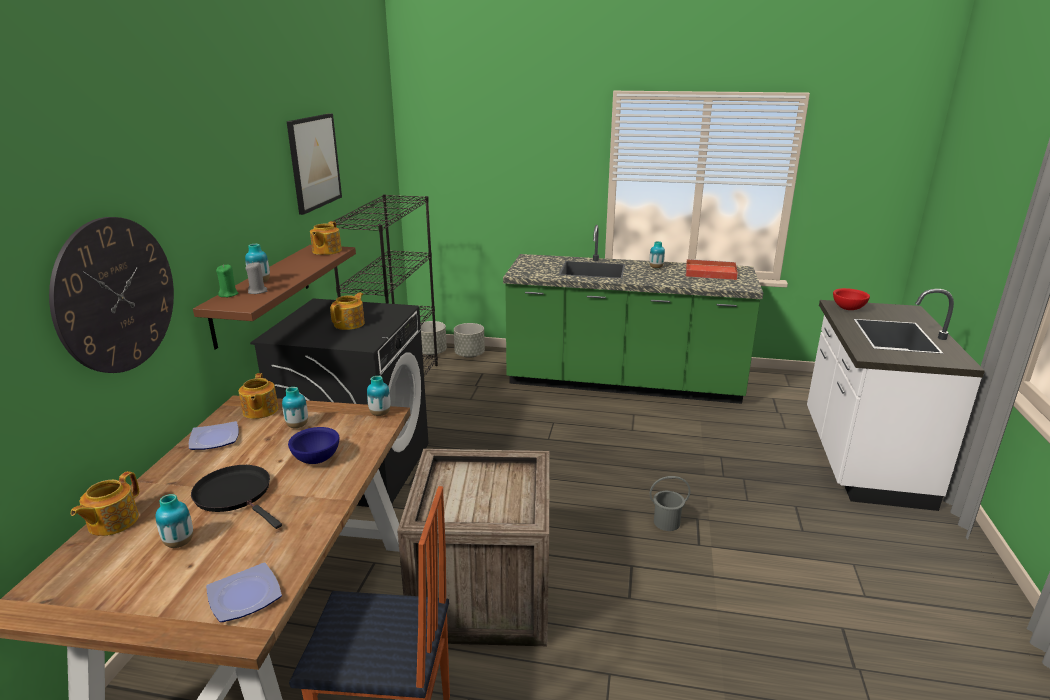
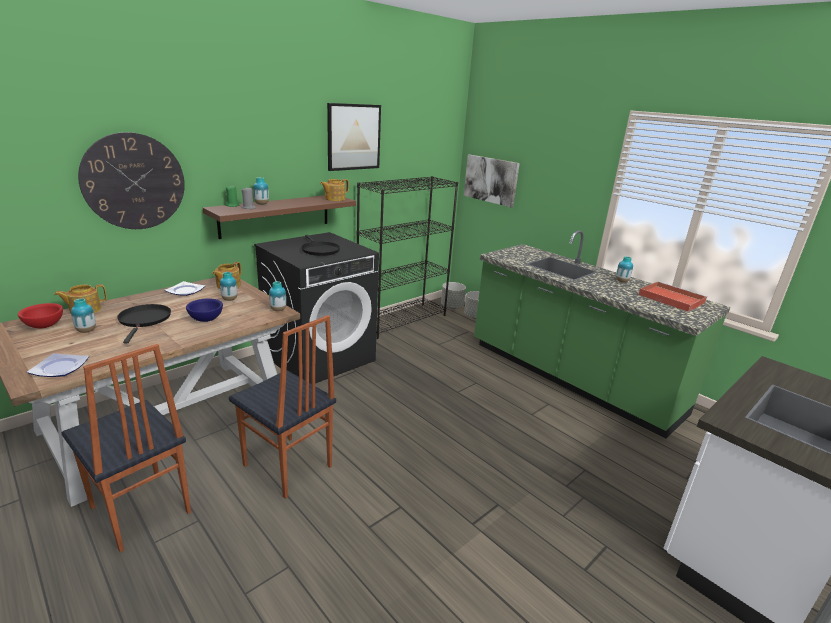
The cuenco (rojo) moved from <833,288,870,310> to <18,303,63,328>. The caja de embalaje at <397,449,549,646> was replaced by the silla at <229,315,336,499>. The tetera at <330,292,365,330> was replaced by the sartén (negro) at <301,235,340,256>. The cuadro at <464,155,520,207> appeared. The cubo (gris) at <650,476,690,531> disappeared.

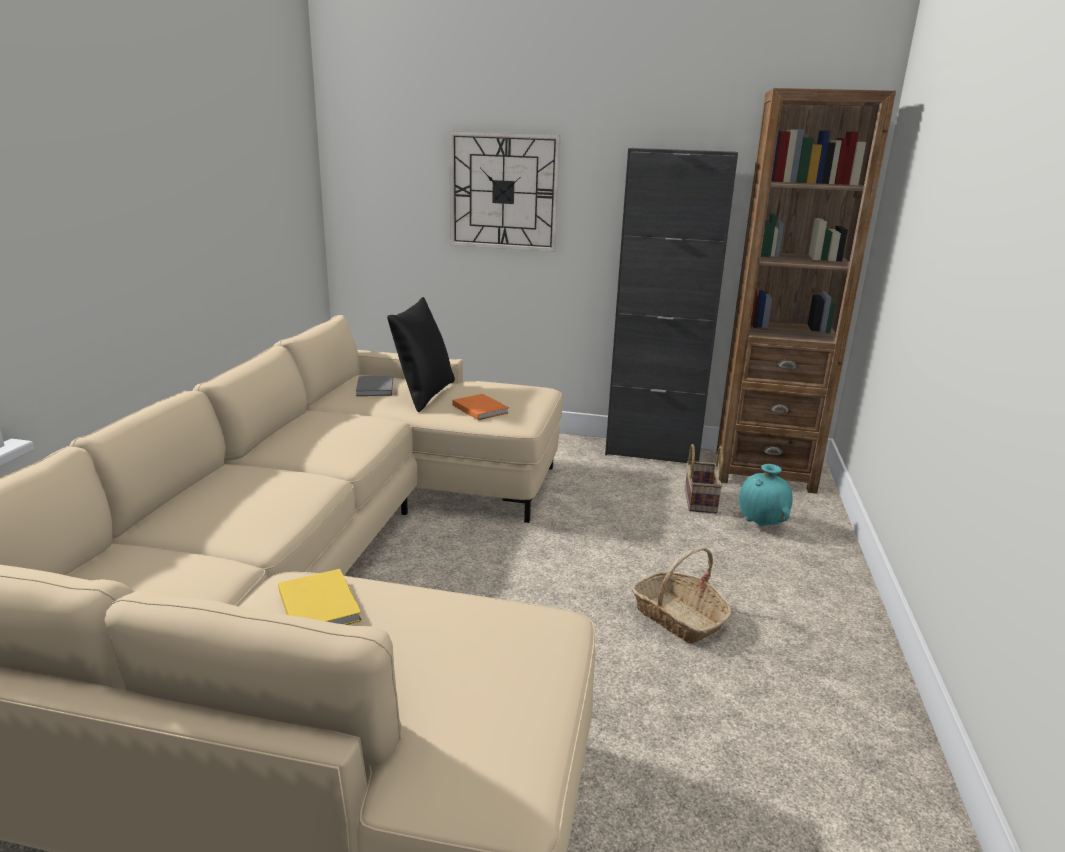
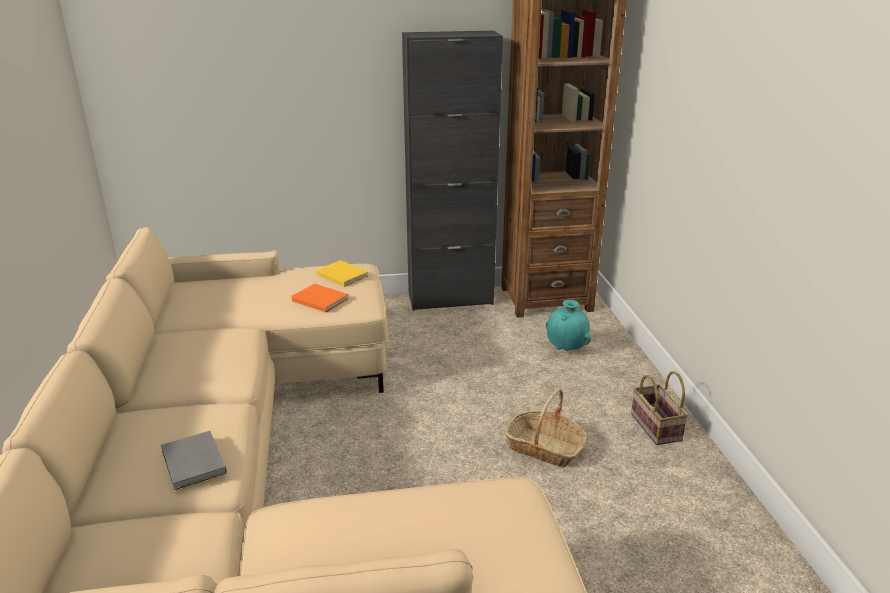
The libro (gris) moved from <356,376,393,396> to <161,431,227,490>. The libro (amarillo) moved from <278,569,362,625> to <317,260,369,287>. The cesta moved from <685,444,723,514> to <631,371,688,445>. The cojín (negro) at <387,297,455,412> disappeared. The reloj de pared at <449,131,561,252> disappeared.

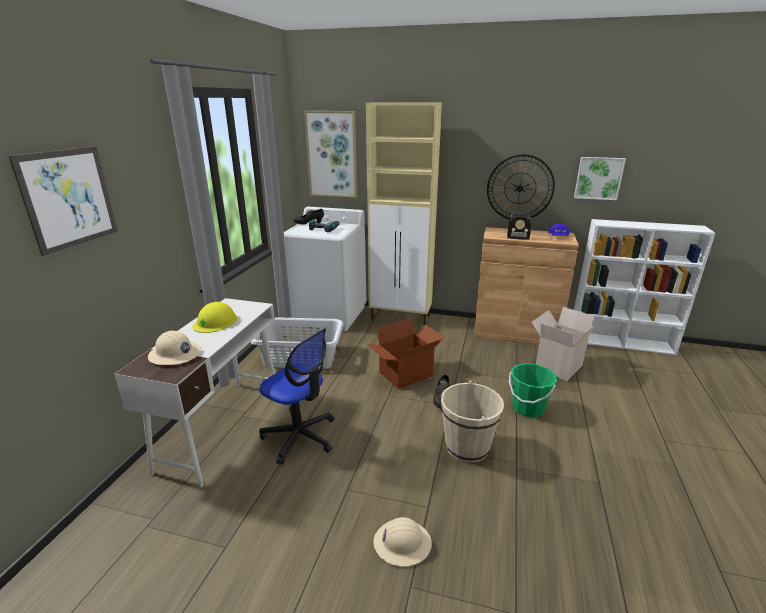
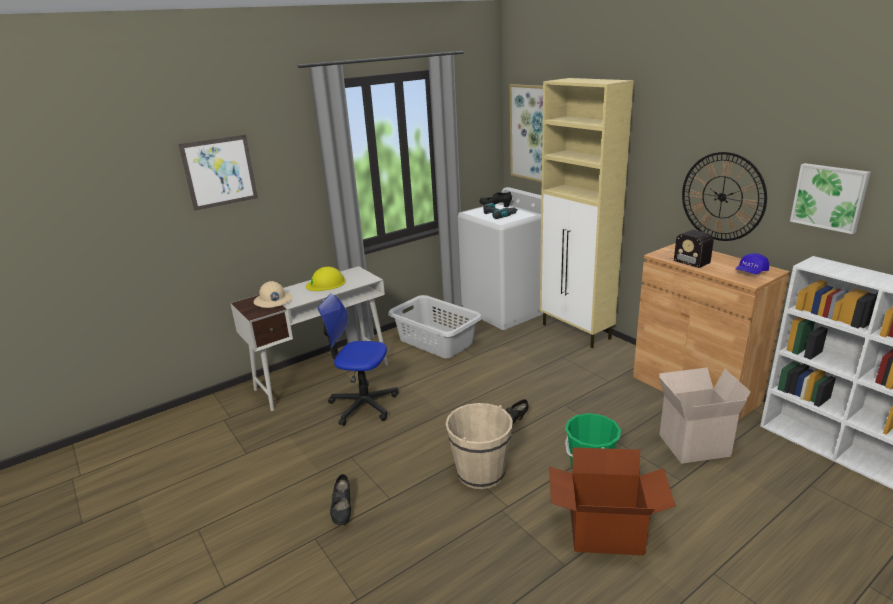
The silla de oficina at <259,328,335,465> turned 120 degrees clockwise. The casco (beis) at <373,517,432,566> was replaced by the zapato (negro) at <330,474,351,525>. The caja de cartón moved from <367,318,446,389> to <549,447,676,555>.

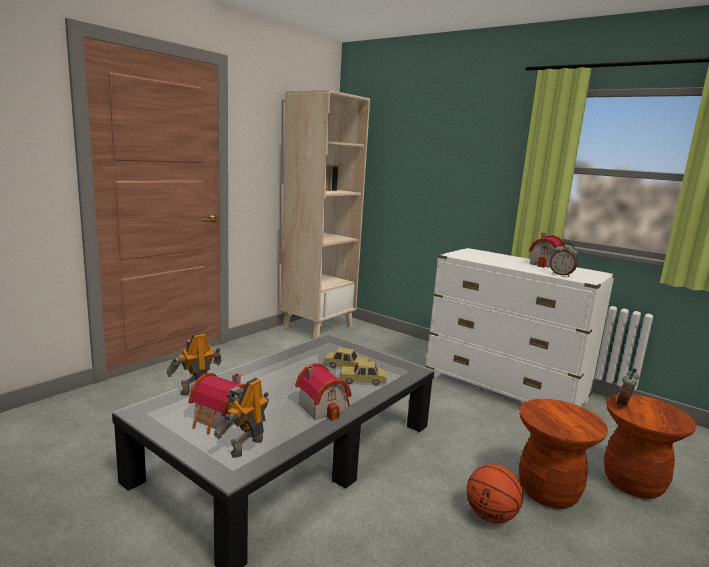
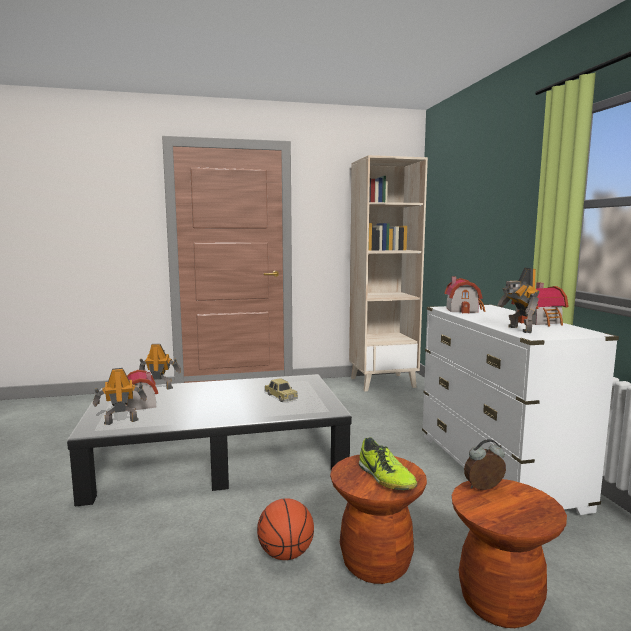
The zapato at <359,437,417,490> appeared. The casita moved from <295,363,352,421> to <444,276,486,313>. The despertador at <550,242,578,277> was replaced by the robot de juguete at <497,267,540,333>. The coche de juguete at <339,361,388,386> disappeared.

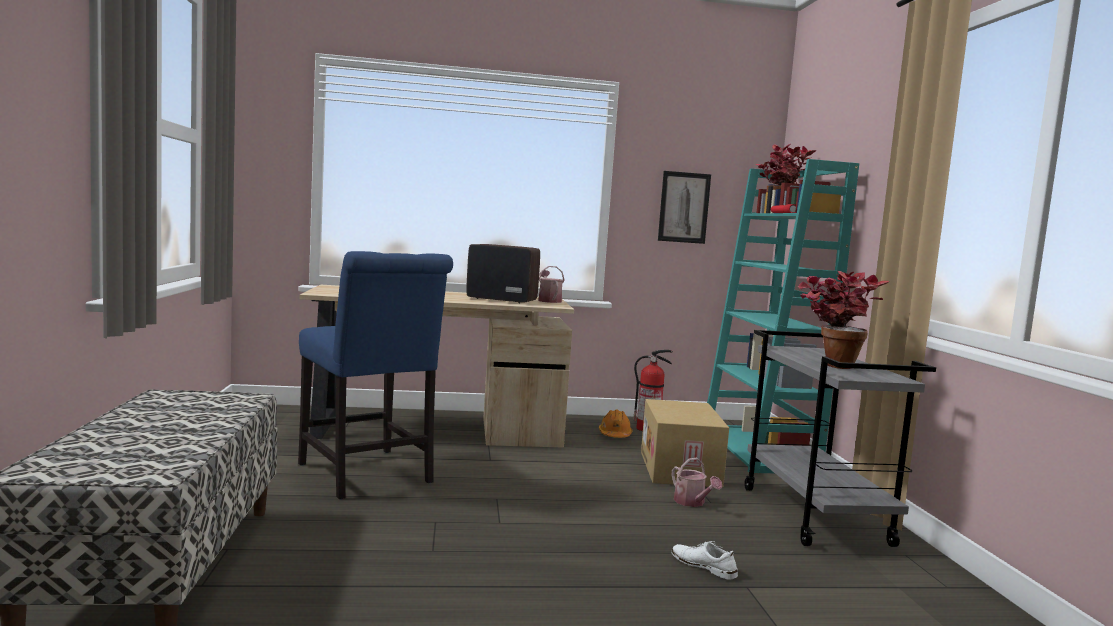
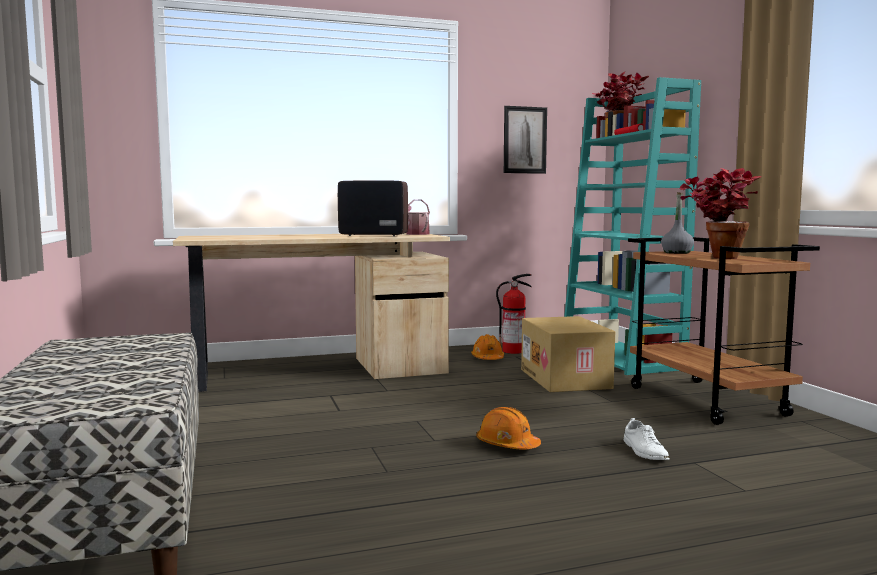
The casco (naranja) at <477,407,541,450> appeared. The zapato (blanco) at <672,541,738,580> turned 135 degrees counterclockwise. The carrito (gris) at <744,330,936,547> became the carrito (marrón) at <628,237,820,425>. The botella (gris) at <661,192,694,254> appeared. The silla (azul) at <298,251,453,499> disappeared. The regadera at <672,458,722,507> disappeared.

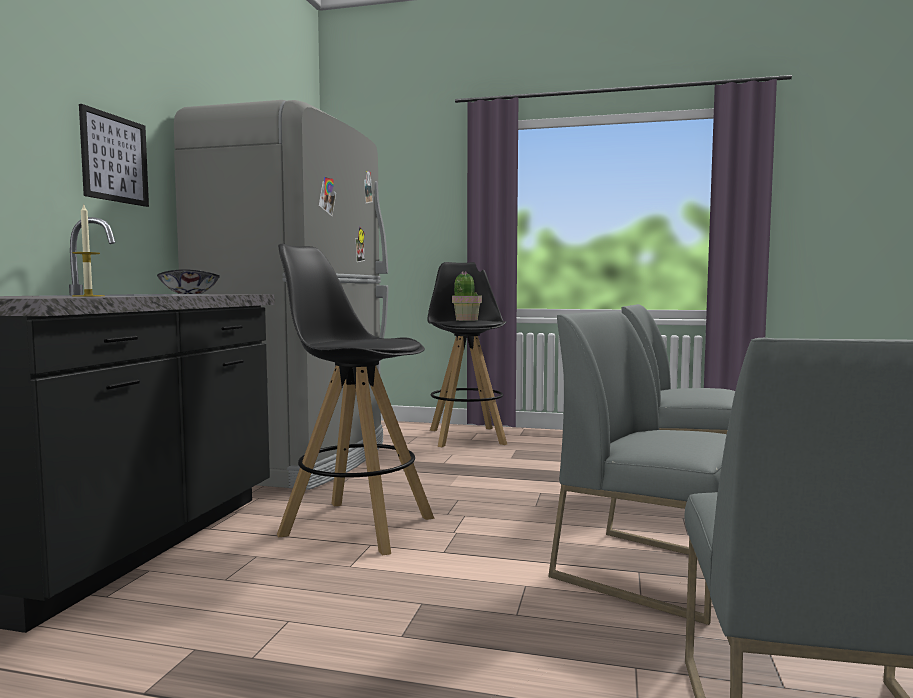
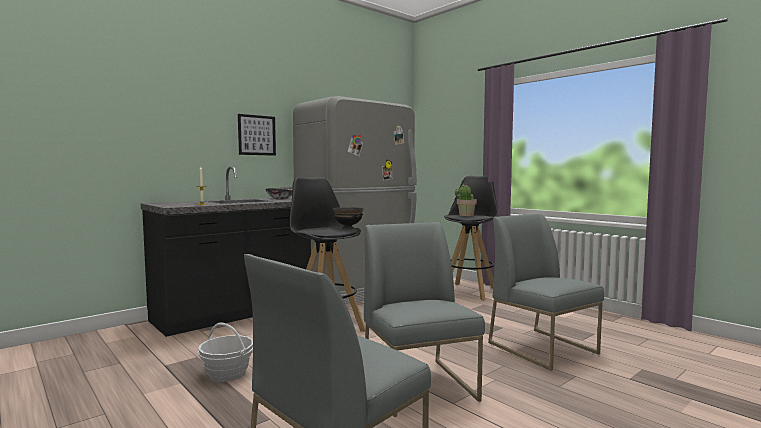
The cesta at <198,323,253,382> appeared. The cuenco (negro) at <333,207,364,229> appeared.

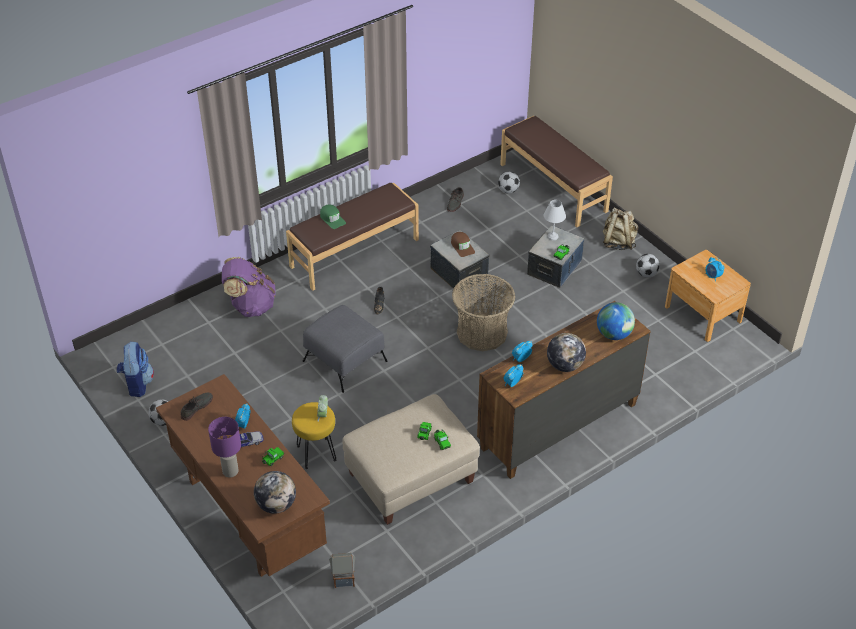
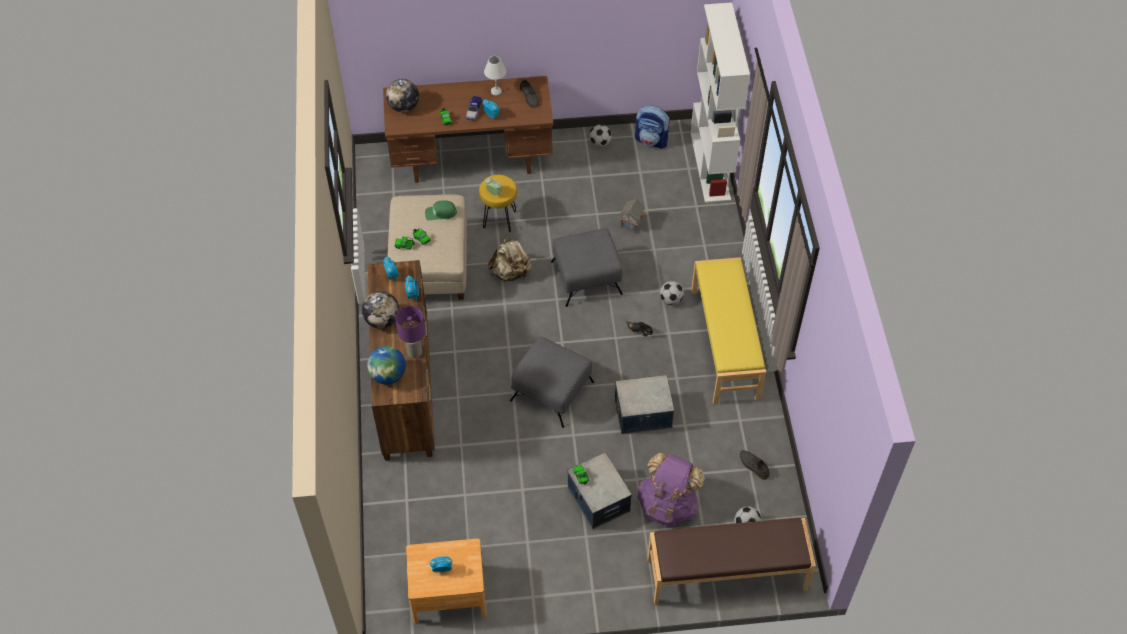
The lámpara de mesa (morado) moved from <208,417,241,477> to <395,306,425,358>. The gorra (verde) moved from <320,205,346,229> to <425,200,457,221>. The lámpara de mesa (blanco) moved from <544,200,566,240> to <484,56,507,95>. The mochila (beis) moved from <603,208,638,250> to <488,237,532,281>. The cesta at <452,274,515,351> was replaced by the puf (gris) at <510,337,594,428>. The casita moved from <329,553,355,588> to <620,198,644,233>. The mochila (morado) moved from <222,257,276,317> to <637,453,705,527>. The balón de fútbol moved from <636,254,659,277> to <660,281,684,305>. The estantería (blanco) at <690,3,750,203> appeared. The banco (marrón) at <286,183,419,291> became the banco (amarillo) at <691,257,766,405>. The gorra (marrón) at <451,232,475,257> disappeared.

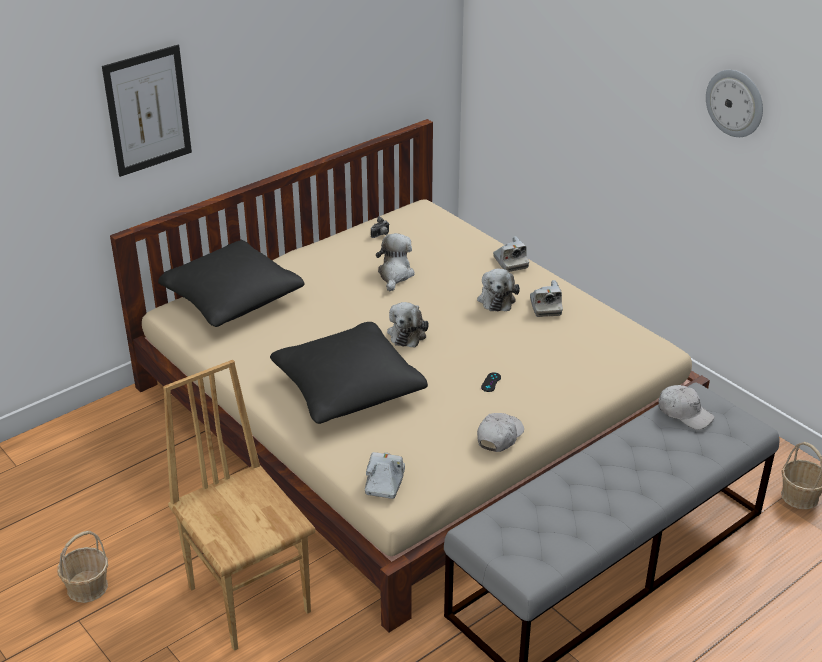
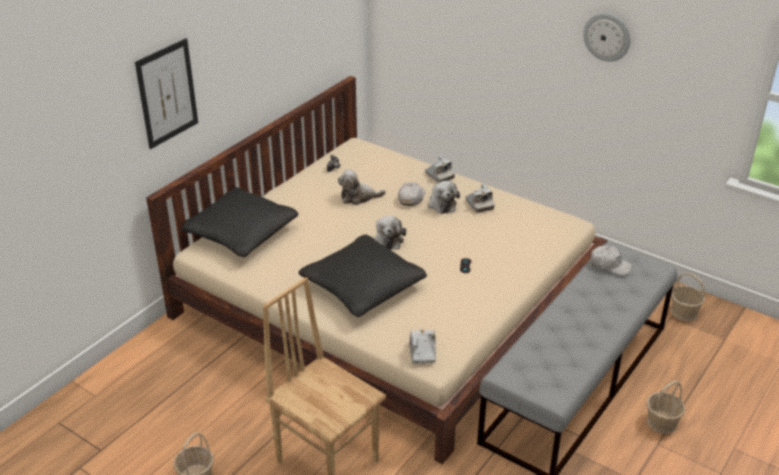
The peluche at <376,233,415,292> turned 90 degrees counterclockwise. The gorra (blanco) moved from <477,413,524,452> to <398,182,425,206>. The cesta at <647,381,685,434> appeared.

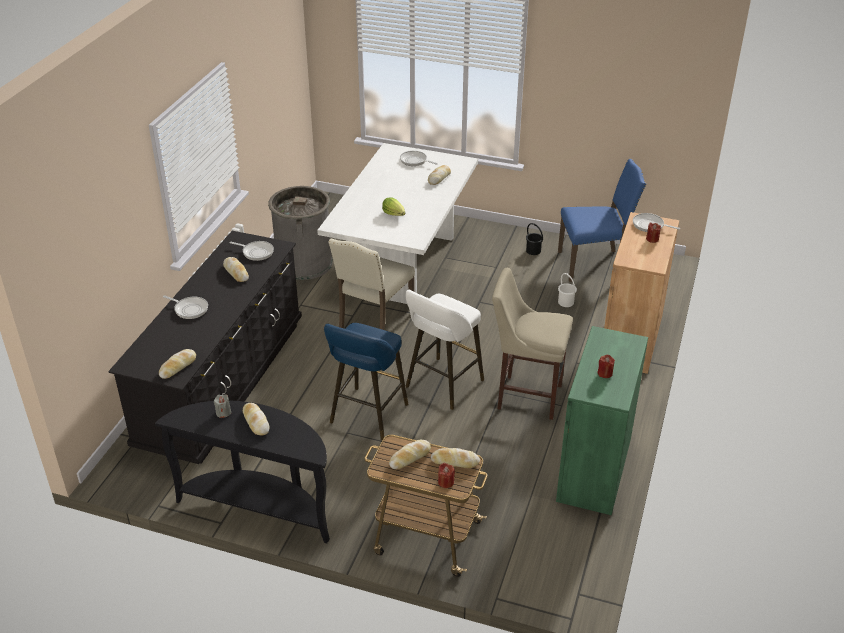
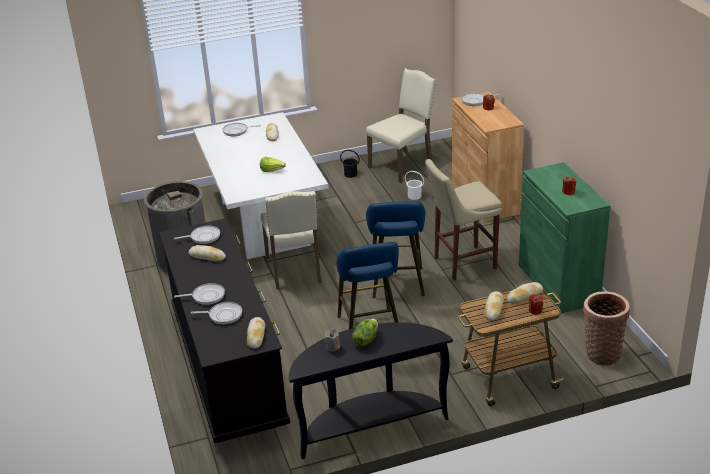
The sartén at <191,302,242,324> appeared. The pan at <243,403,270,436> was replaced by the lechuga at <352,319,378,346>. The silla (azul) at <558,159,646,282> became the silla (beis) at <366,68,436,183>. The taburete (blanco) at <405,290,484,410> became the taburete (azul) at <366,201,425,298>. The cesta at <583,292,630,366> appeared.

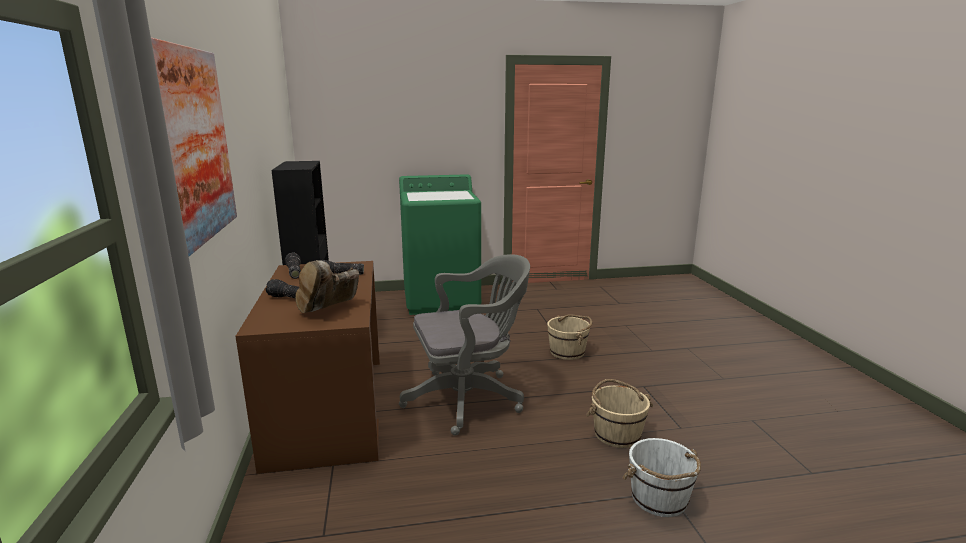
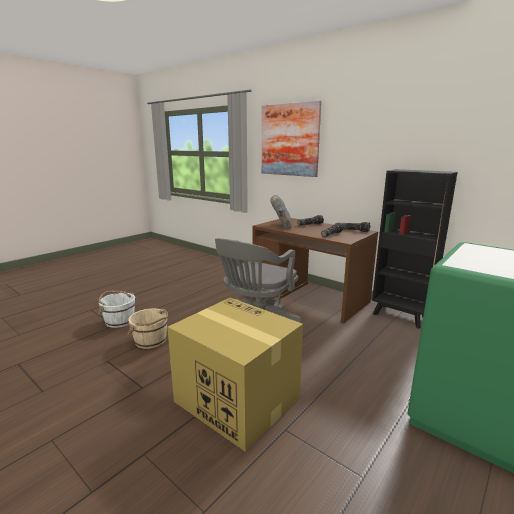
The cubo (beis) at <547,314,592,360> was replaced by the caja de cartón at <167,298,303,452>. The bota (marrón) at <295,260,359,313> became the bota (gris) at <270,195,291,229>.

